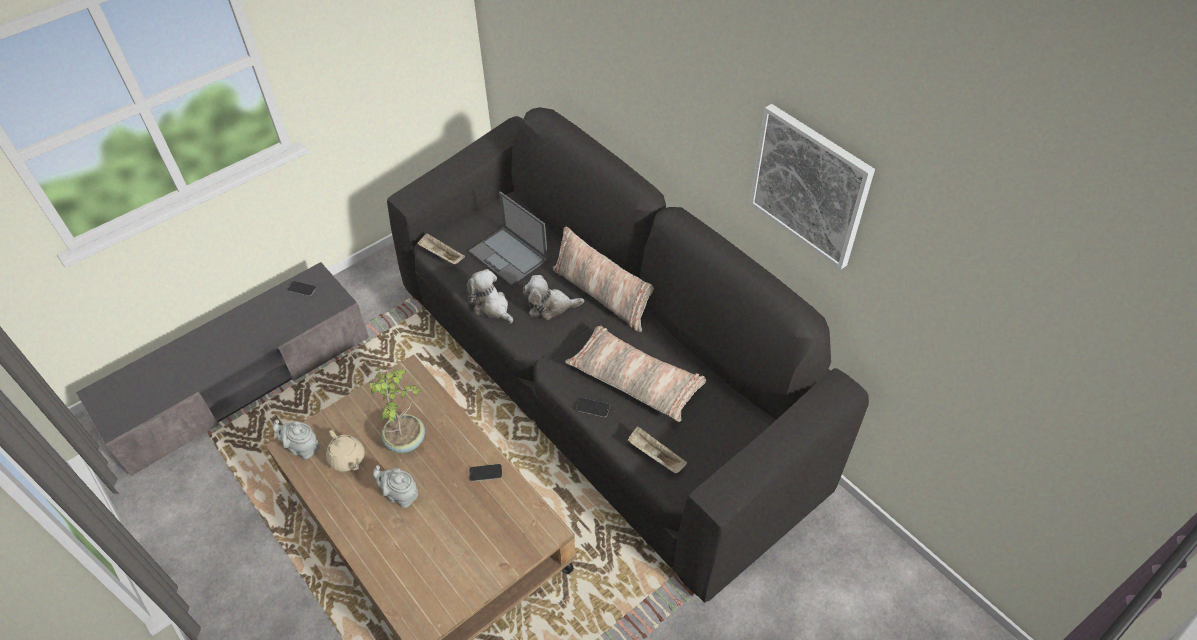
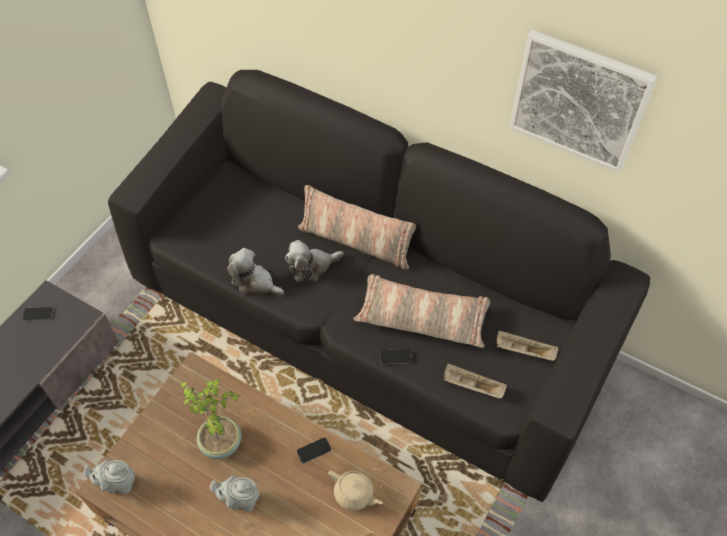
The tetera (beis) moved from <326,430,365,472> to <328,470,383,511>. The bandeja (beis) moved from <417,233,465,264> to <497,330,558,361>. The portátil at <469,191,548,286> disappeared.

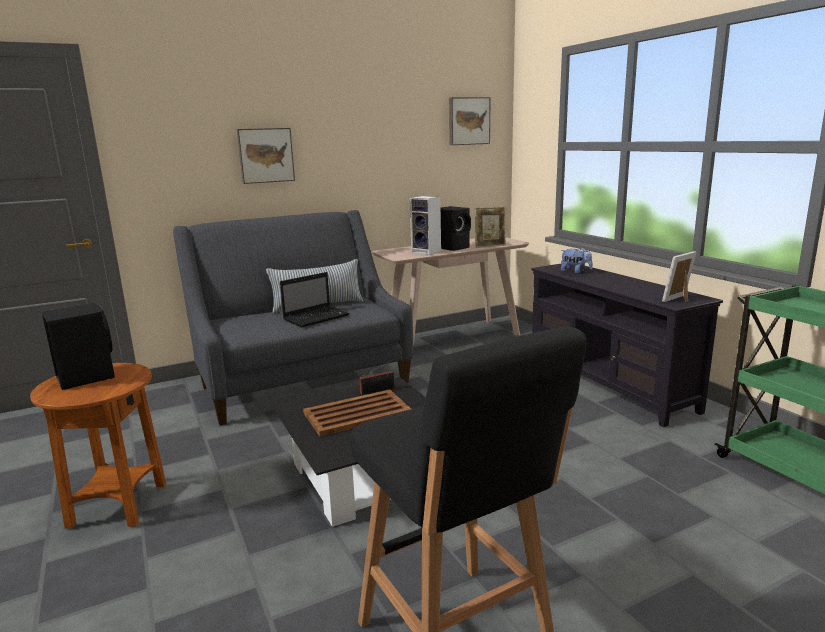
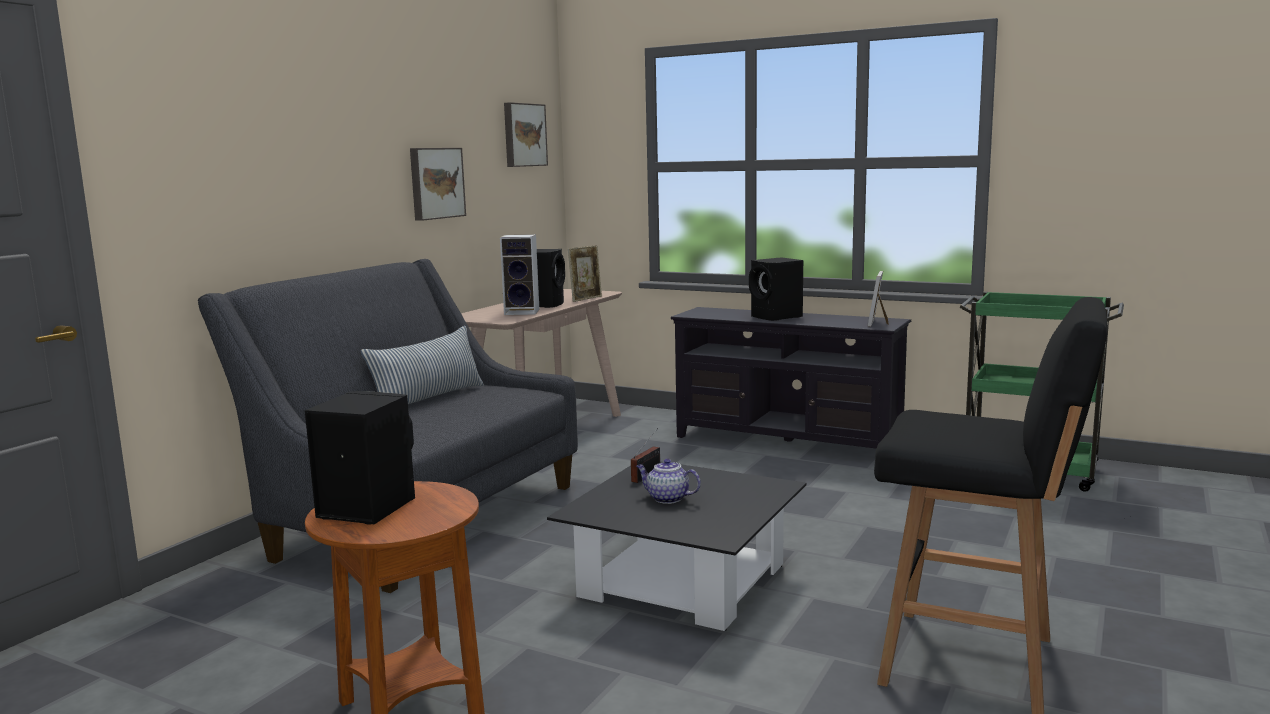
The cuadro moved from <236,128,295,184> to <410,148,466,221>. The bandeja (marrón) at <303,389,411,437> was replaced by the tetera at <636,459,701,504>. The altavoz (negro) at <749,257,803,321> appeared. The portátil at <280,272,350,327> disappeared. The peluche at <561,248,593,274> disappeared.

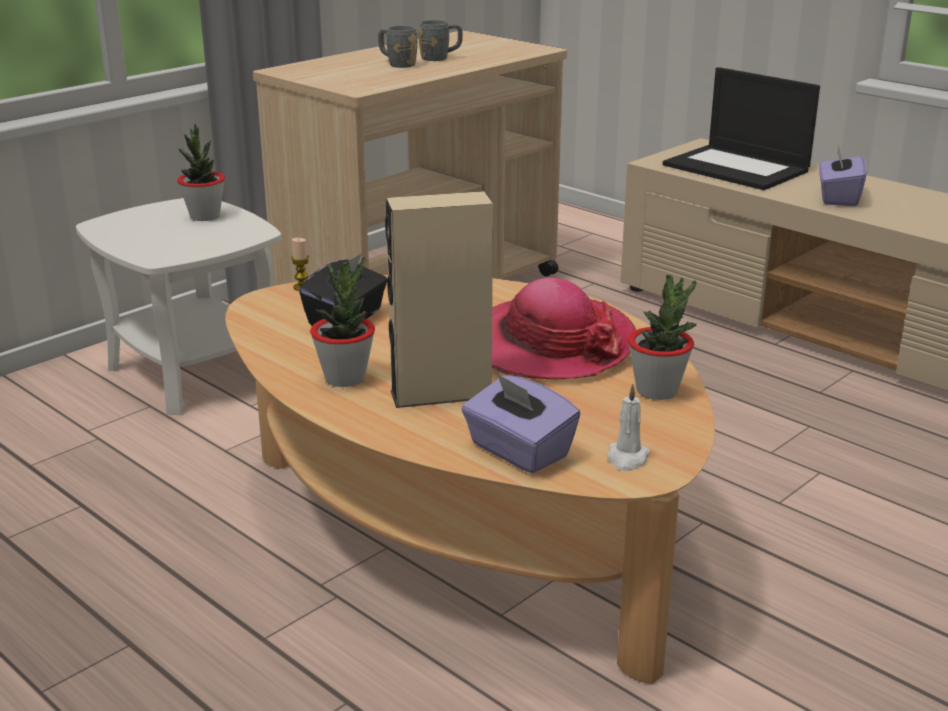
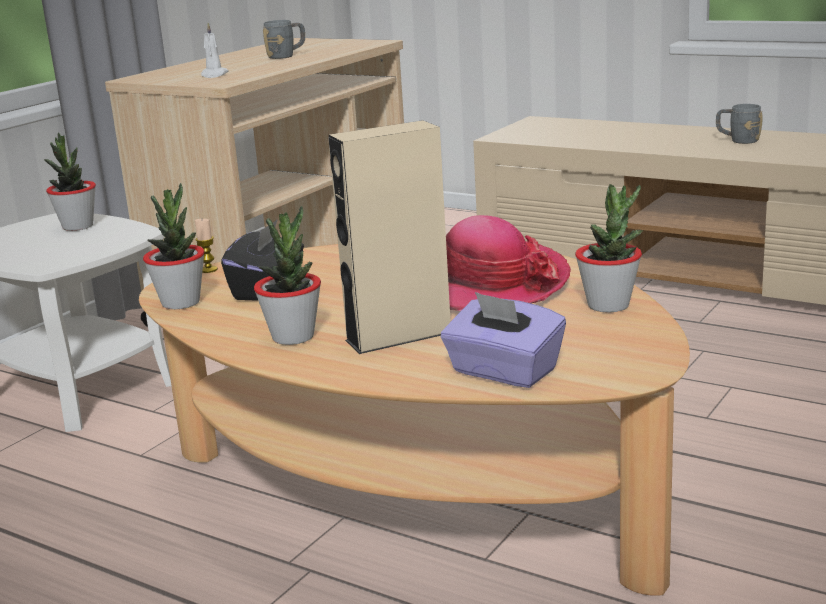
The planta en maceta at <143,183,205,309> appeared. The vela (blanco) moved from <607,384,651,471> to <201,23,228,78>. The taza grande (gris) moved from <378,26,418,68> to <716,104,763,144>. The portátil at <663,67,820,190> disappeared. The caja de pañuelos (morado) at <819,144,867,206> disappeared.

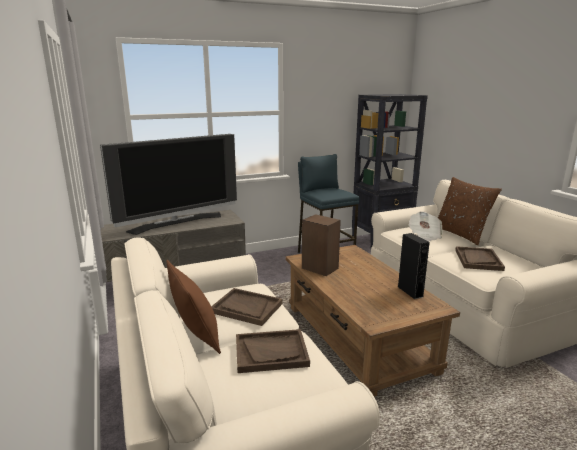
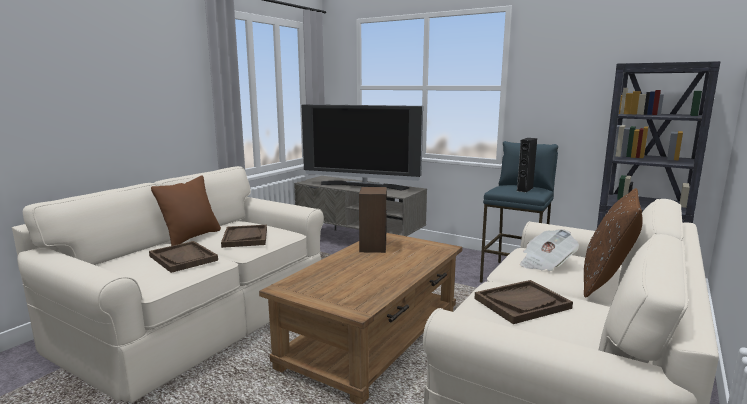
The altavoz (negro) moved from <398,233,430,299> to <517,138,537,193>.

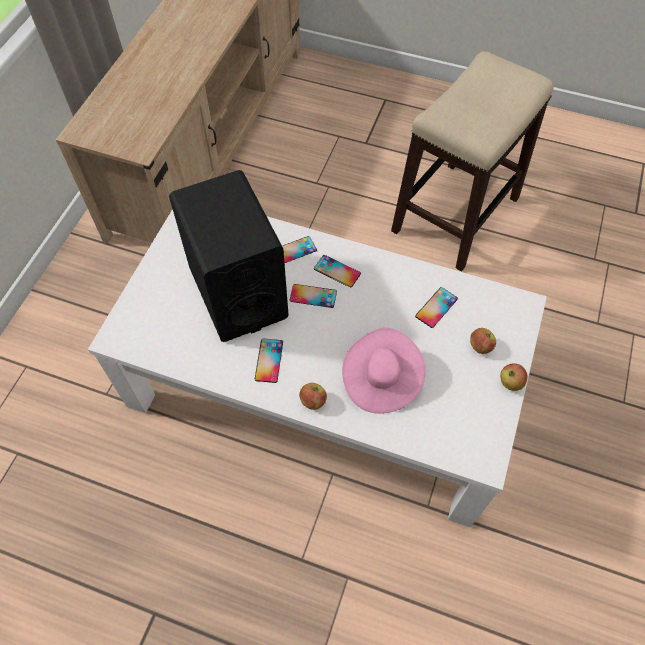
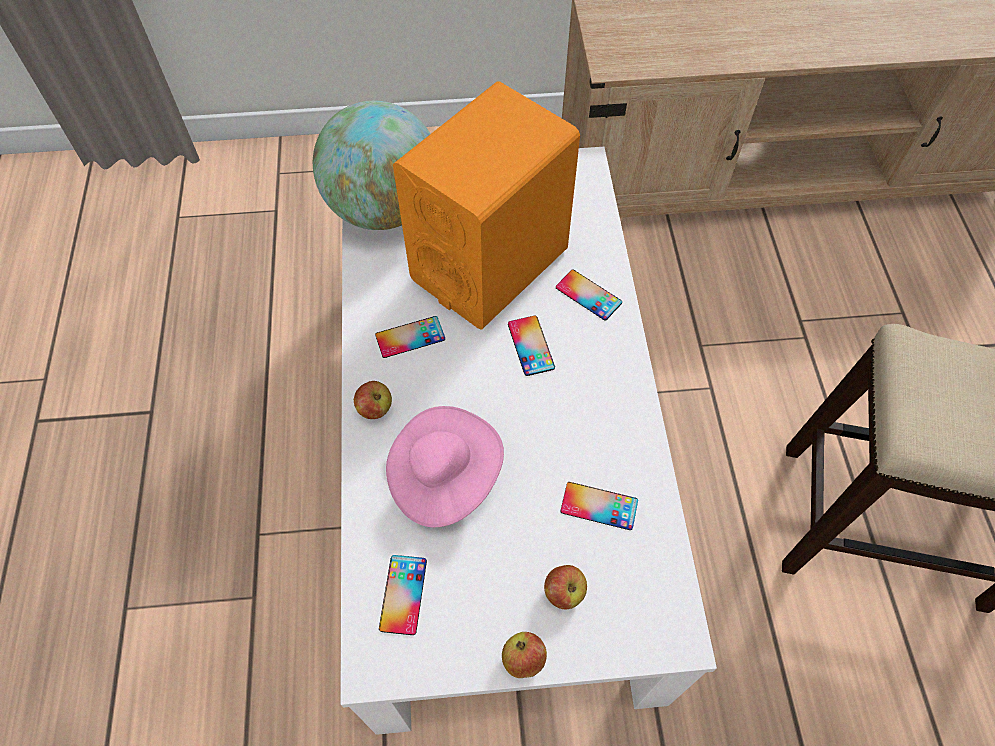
The globo terráqueo at <313,100,430,230> appeared. The móvil moved from <314,255,361,288> to <379,555,427,635>. The altavoz (negro) at <169,170,289,342> became the altavoz (naranja) at <393,81,580,330>.

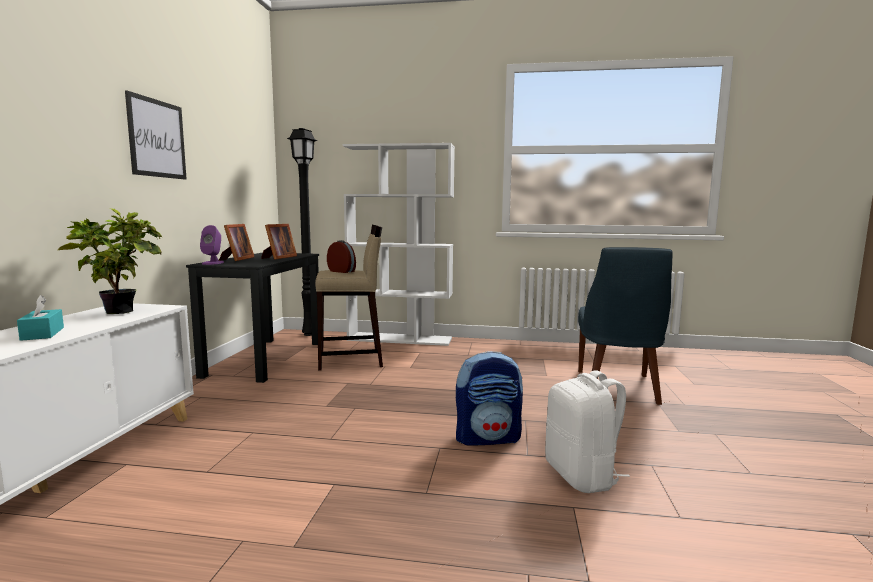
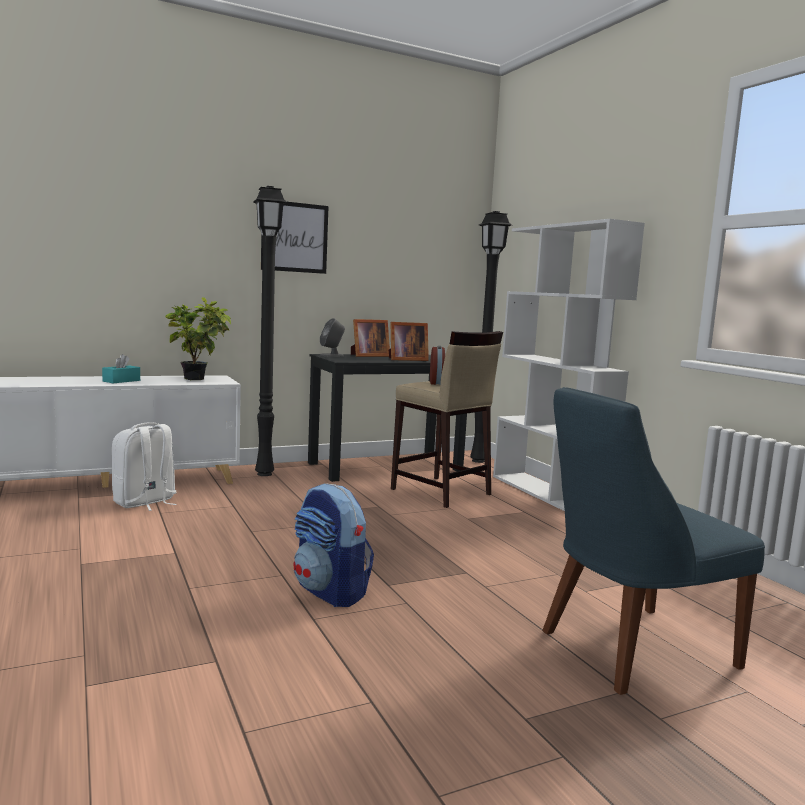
The mochila (blanco) moved from <545,370,630,493> to <112,423,177,511>. The lámpara de pie (negro) at <253,186,287,476> appeared. The altavoz (morado) at <200,225,224,265> became the altavoz (gris) at <320,318,345,357>.

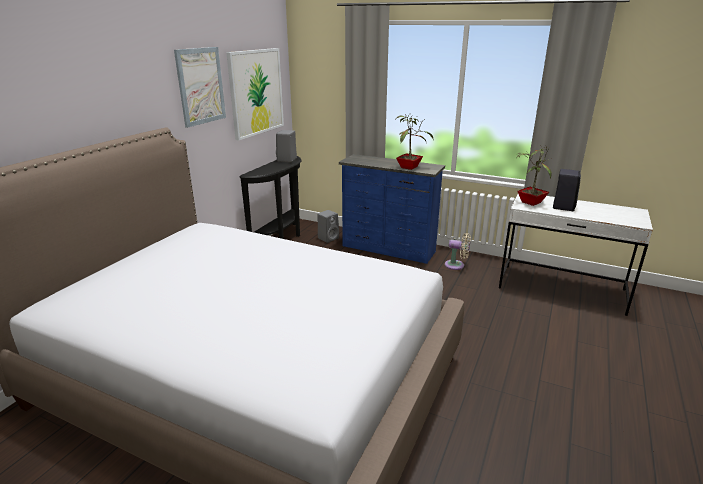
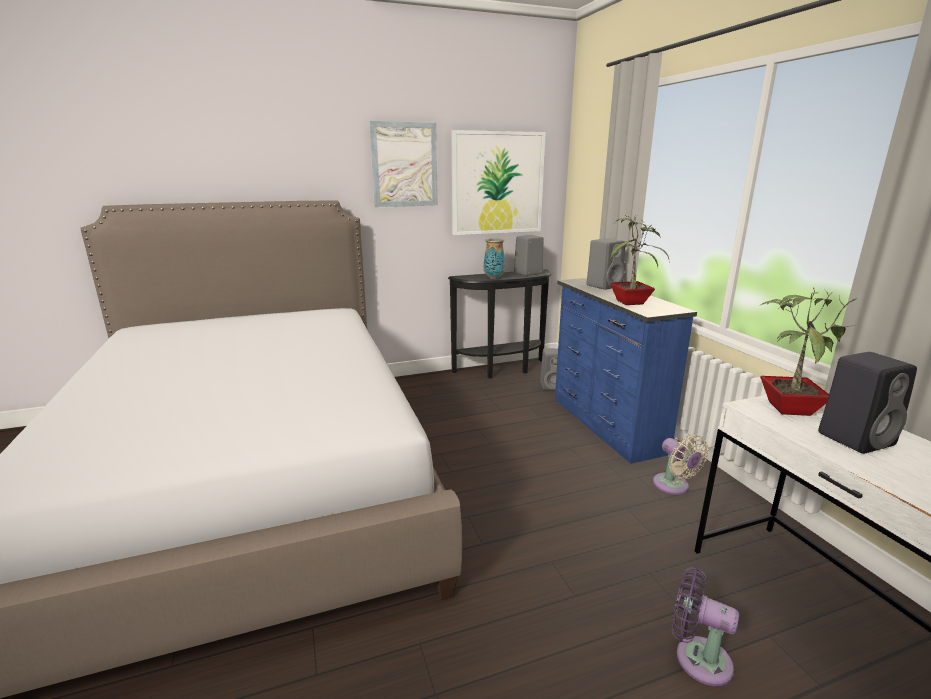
The florero at <483,238,505,279> appeared. The altavoz (gris) at <586,238,625,290> appeared. The ventilador (morado) at <672,567,739,686> appeared.

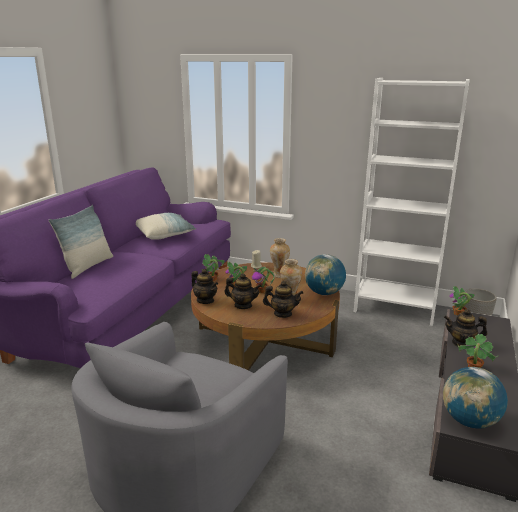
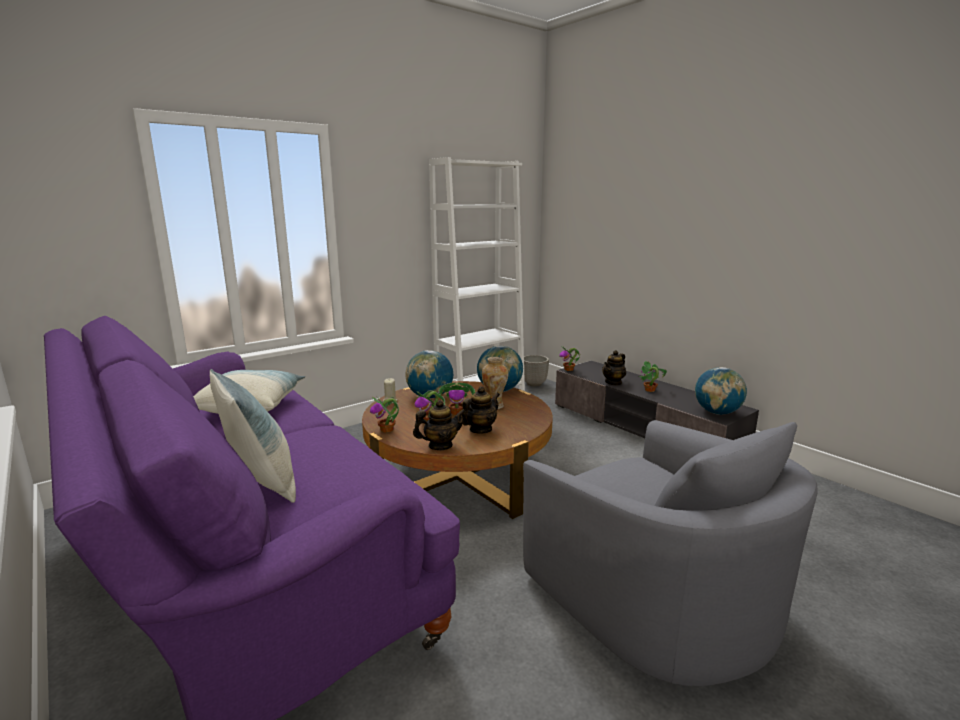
The florero at <270,238,290,278> was replaced by the globo terráqueo at <405,350,453,398>. The tetera at <263,281,303,318> disappeared.

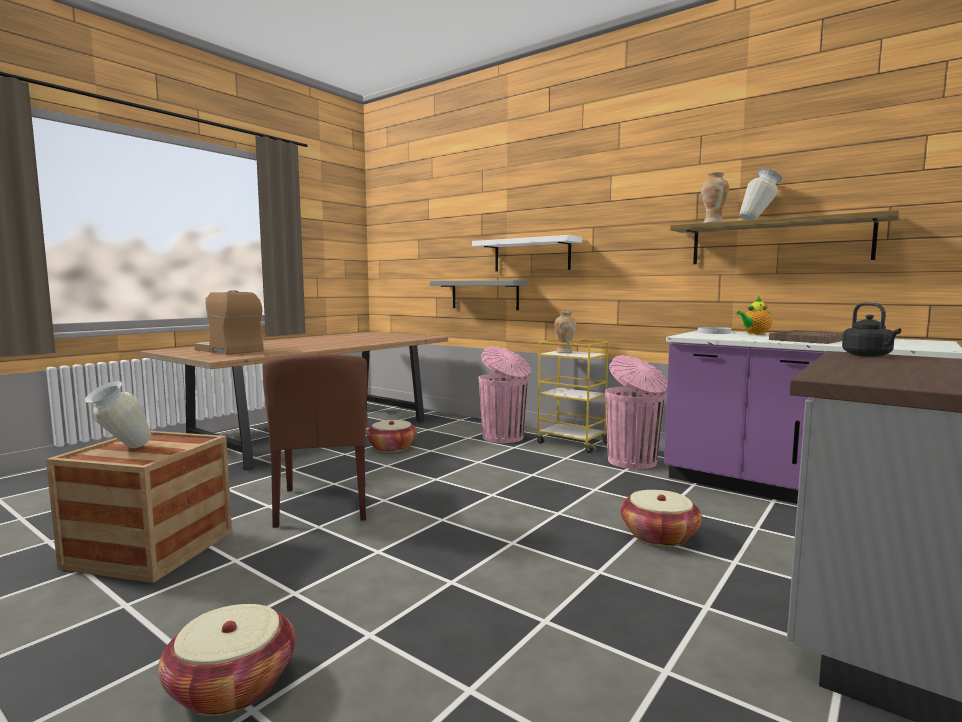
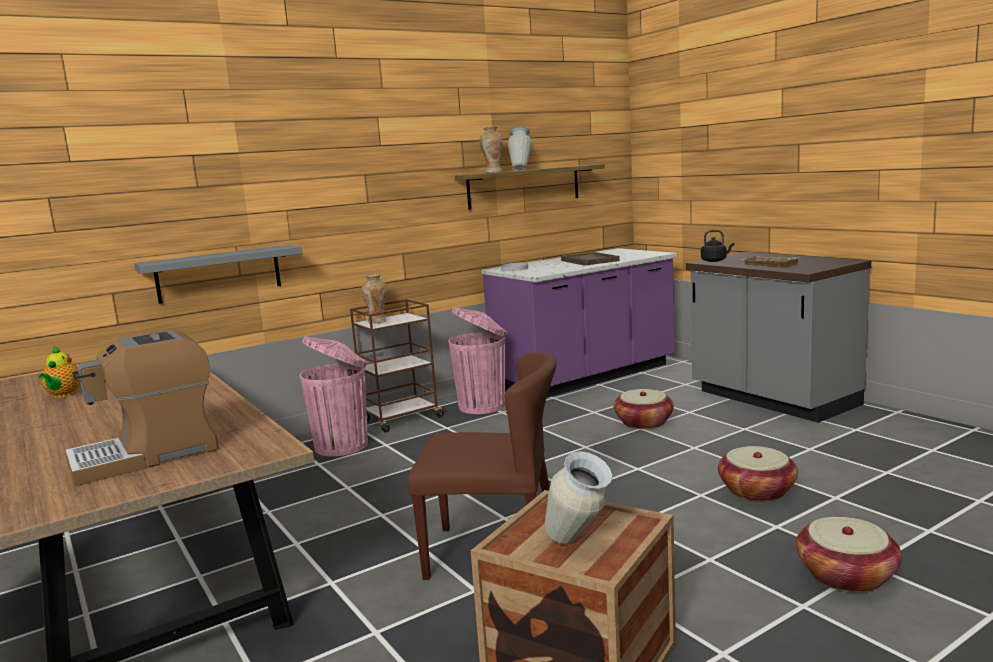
The tetera moved from <736,296,772,335> to <39,346,81,398>. The carrito (amarillo) at <536,339,608,453> became the carrito (marrón) at <350,299,447,432>. The cesta moved from <367,420,417,452> to <718,446,798,502>. The bandeja (beis) at <741,256,800,268> appeared. The estante (blanco) at <472,235,582,271> disappeared.

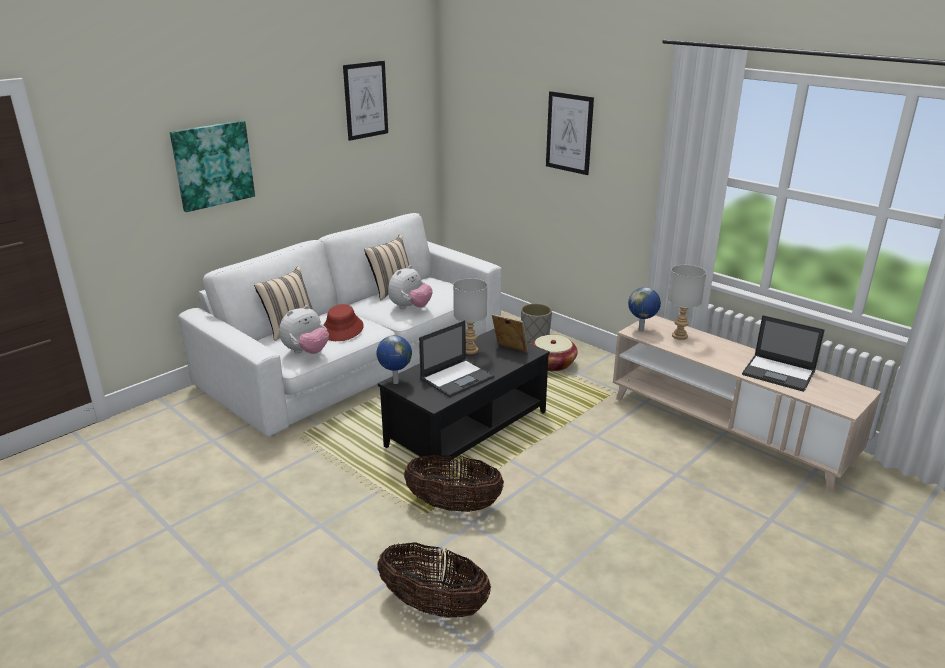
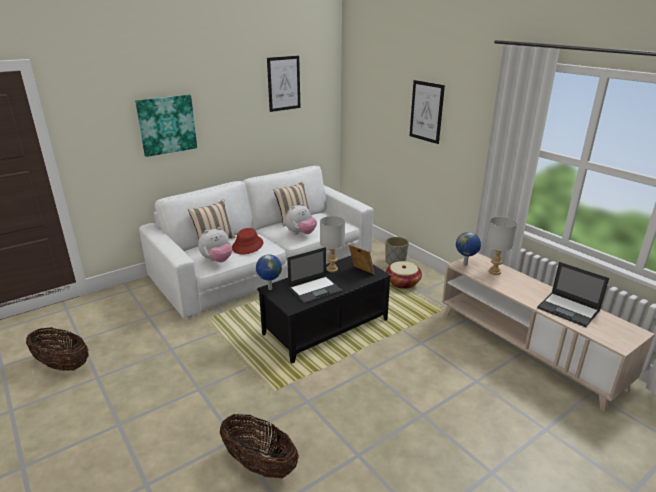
The cesta moved from <404,454,504,512> to <26,327,89,371>.

